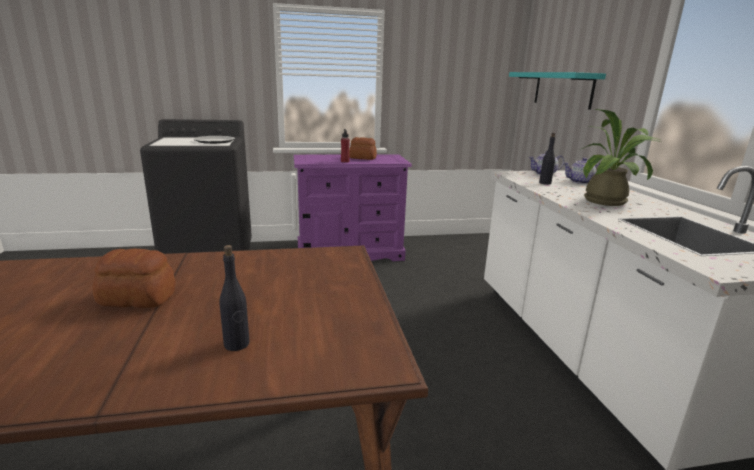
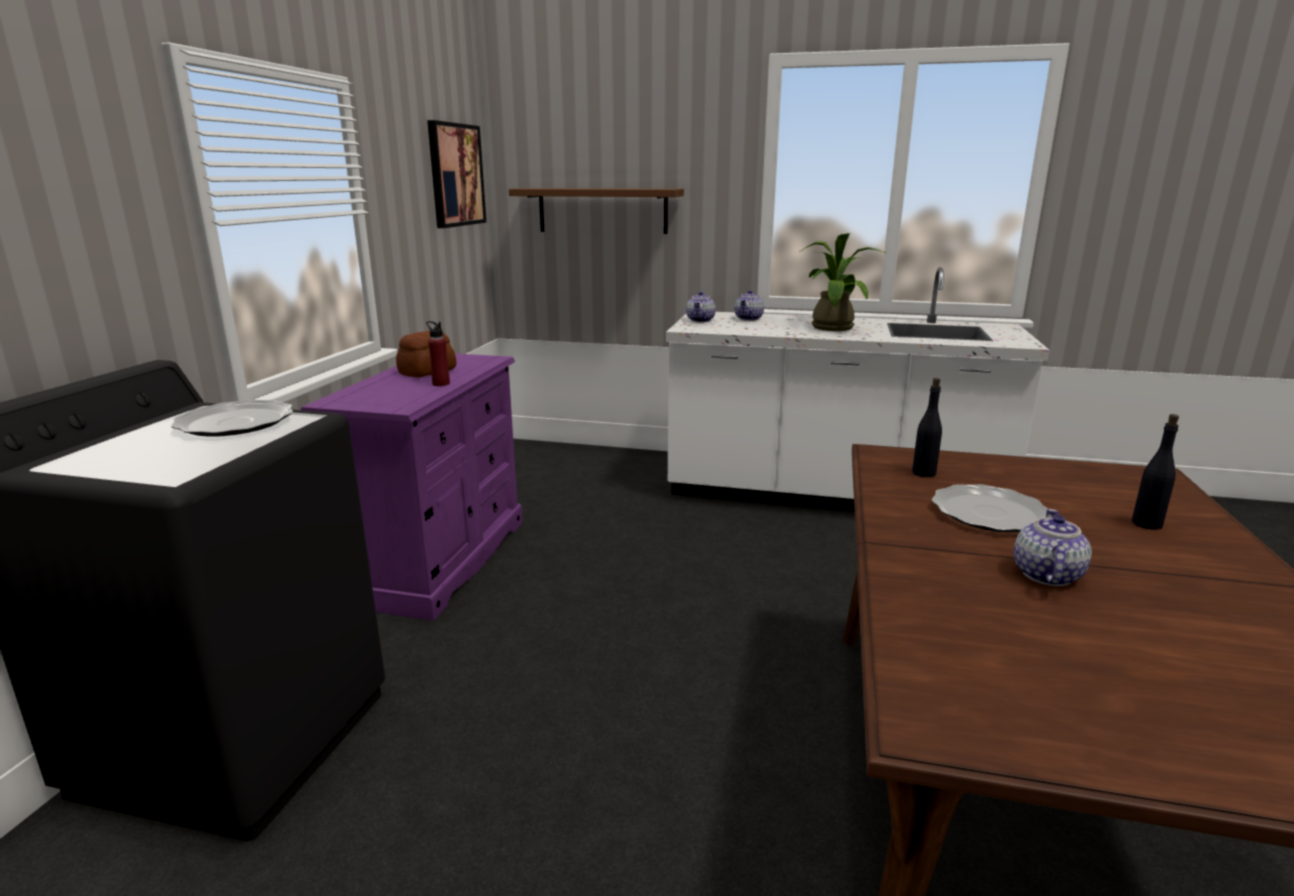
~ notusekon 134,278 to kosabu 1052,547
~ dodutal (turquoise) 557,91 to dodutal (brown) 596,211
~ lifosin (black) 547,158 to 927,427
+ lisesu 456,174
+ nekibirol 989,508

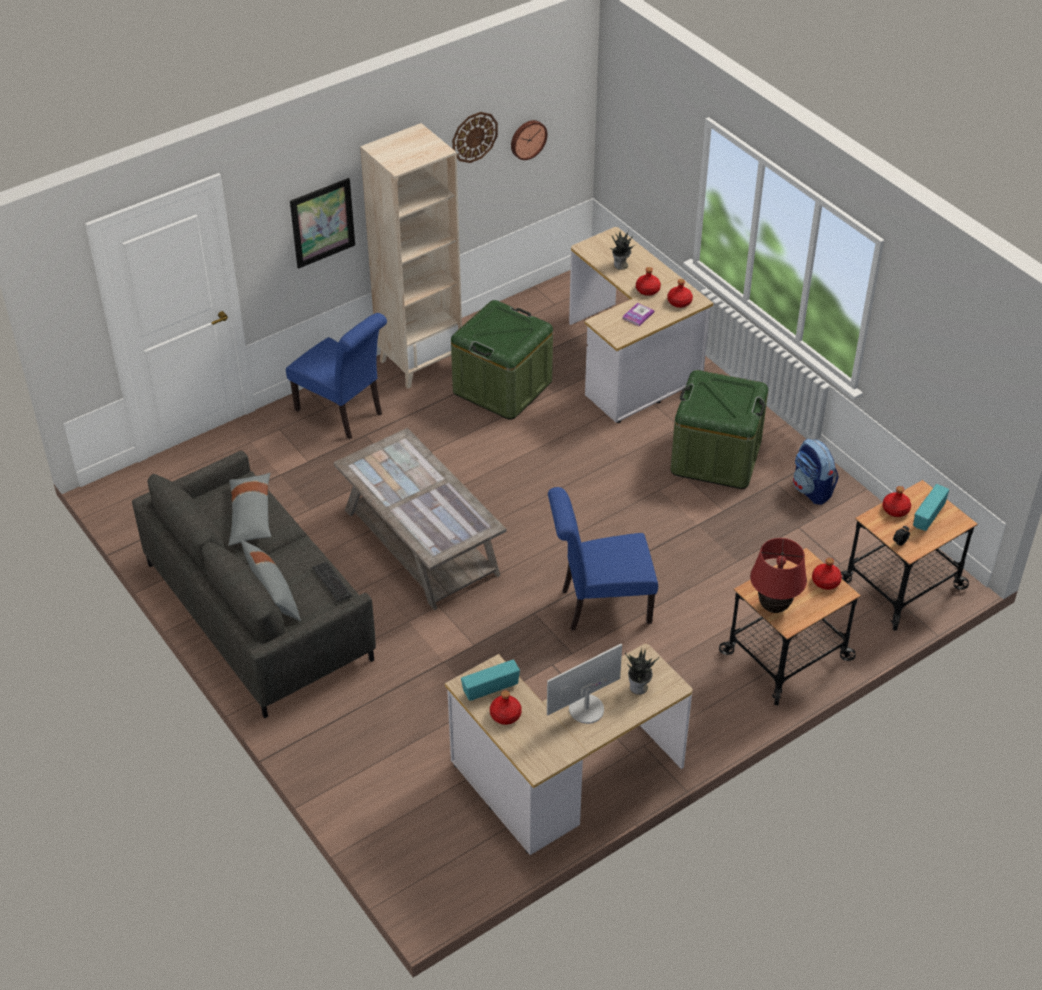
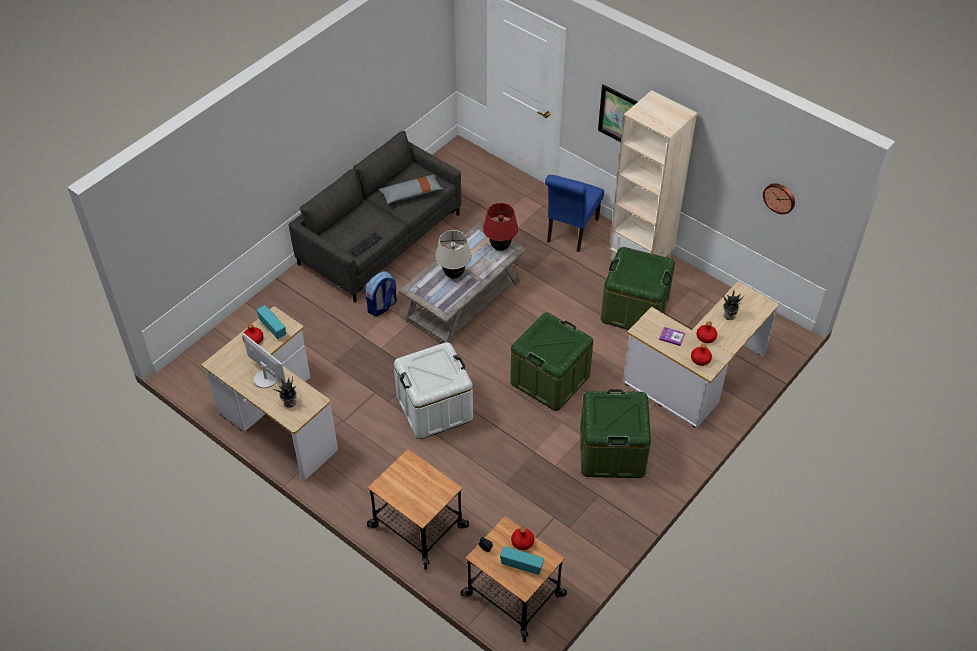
- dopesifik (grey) 271,580
- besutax 475,137
~ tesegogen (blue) 603,558 to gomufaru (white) 433,390
~ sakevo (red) 778,575 to 500,227
~ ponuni 816,471 to 381,293
- lifosin (red) 827,574
+ sakevo (beige) 453,254
+ gomufaru (green) 551,362

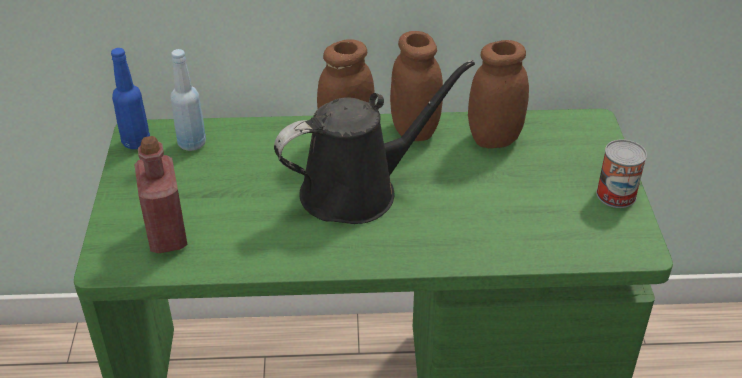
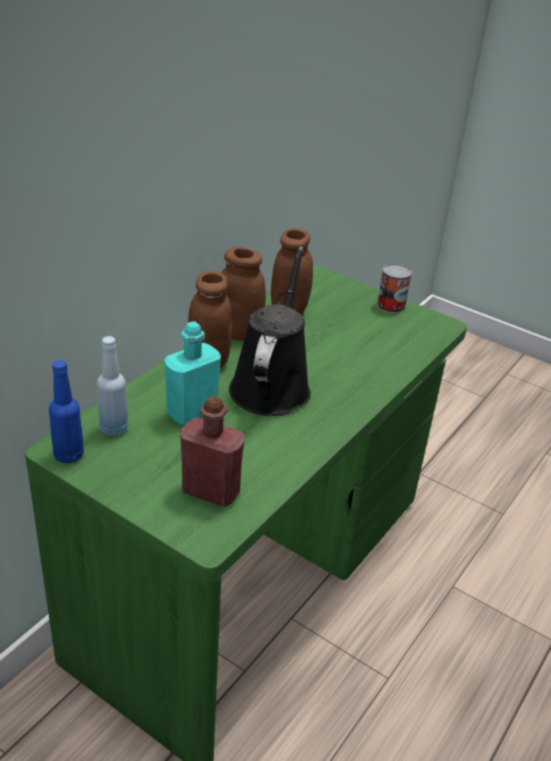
+ lifosin (turquoise) 192,373

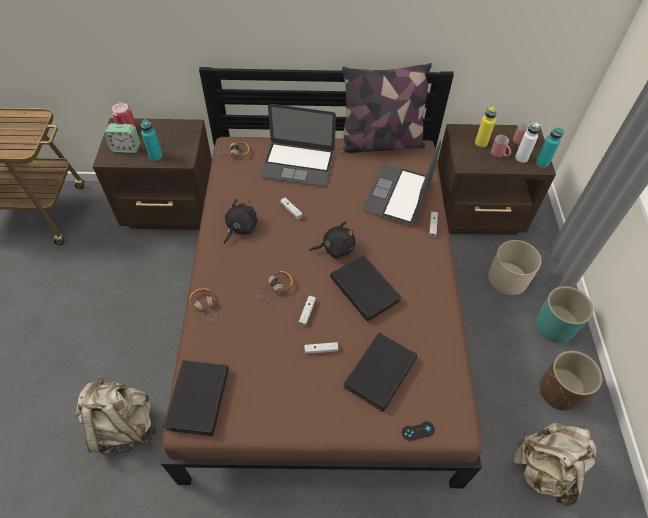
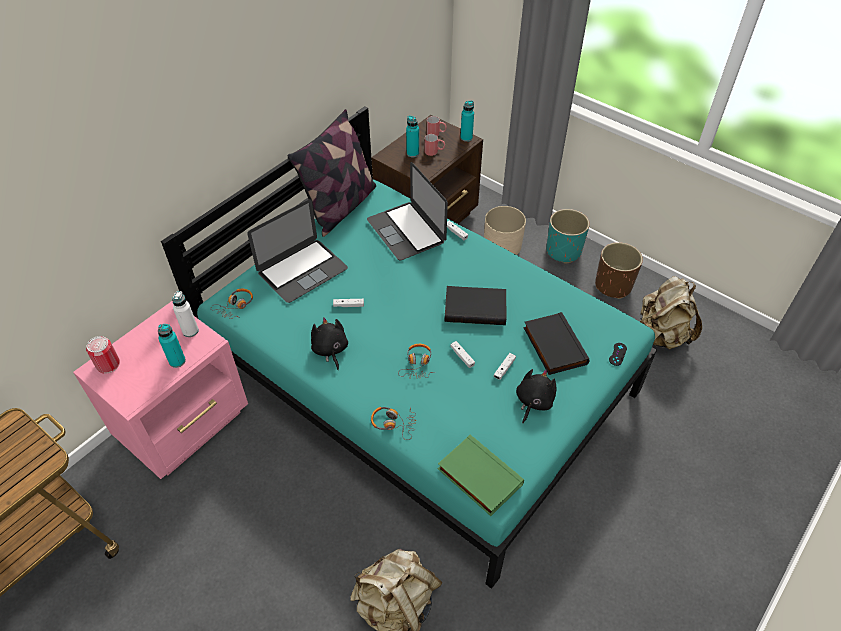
~ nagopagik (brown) 152,174 to nagopagik (pink) 160,390
- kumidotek 122,138
~ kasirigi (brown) 321,277 to kasirigi (turquoise) 409,347
~ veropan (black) 196,398 to veropan (green) 481,475
~ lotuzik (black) 332,240 to 536,396
~ lifosin (yellow) 486,127 to lifosin (turquoise) 412,136
~ lifosin (white) 528,142 to 185,314

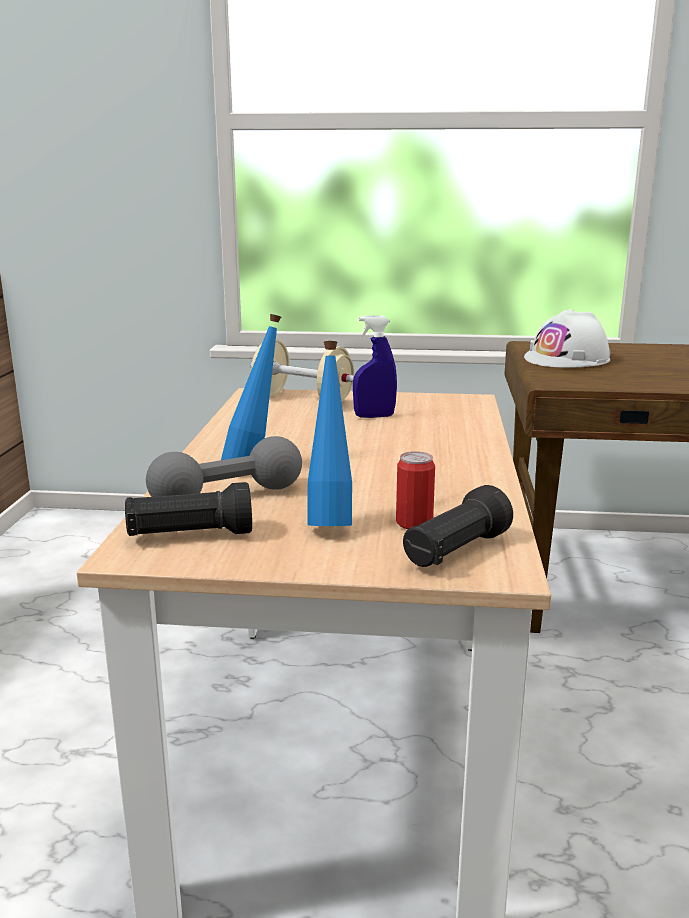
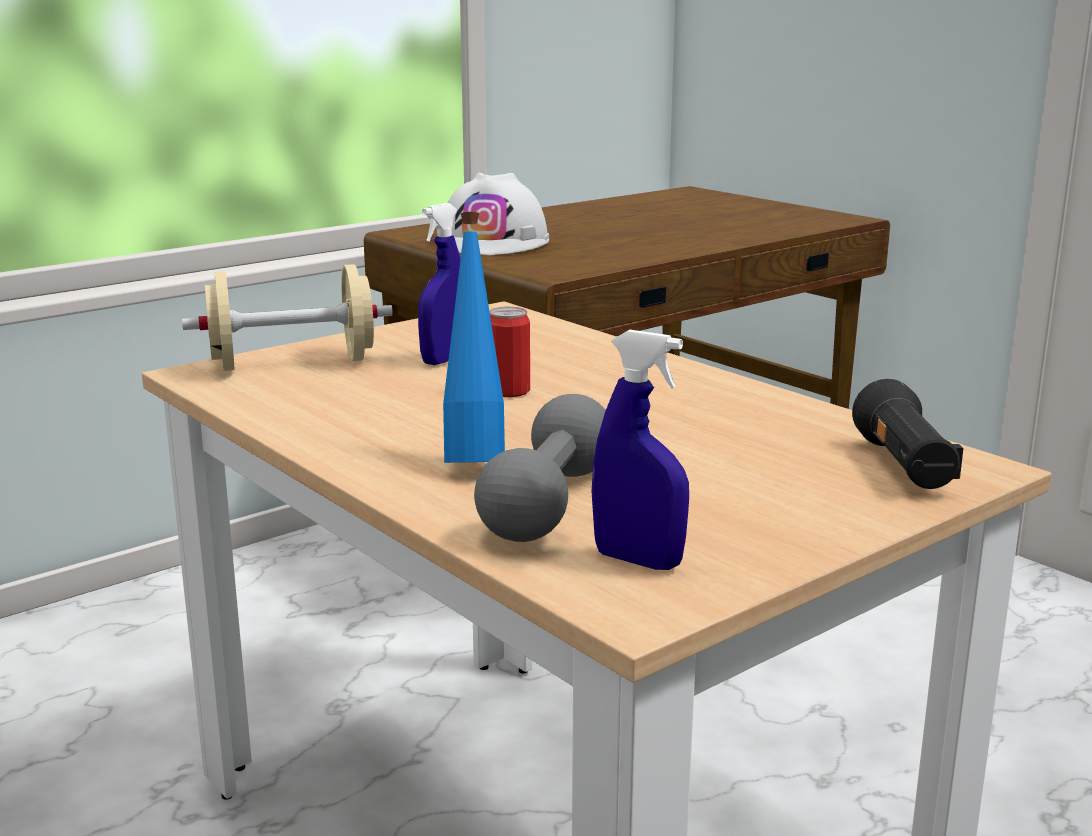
~ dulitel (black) 188,509 to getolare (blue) 640,450
- lifosin (blue) 329,433
~ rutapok 415,490 to 509,351

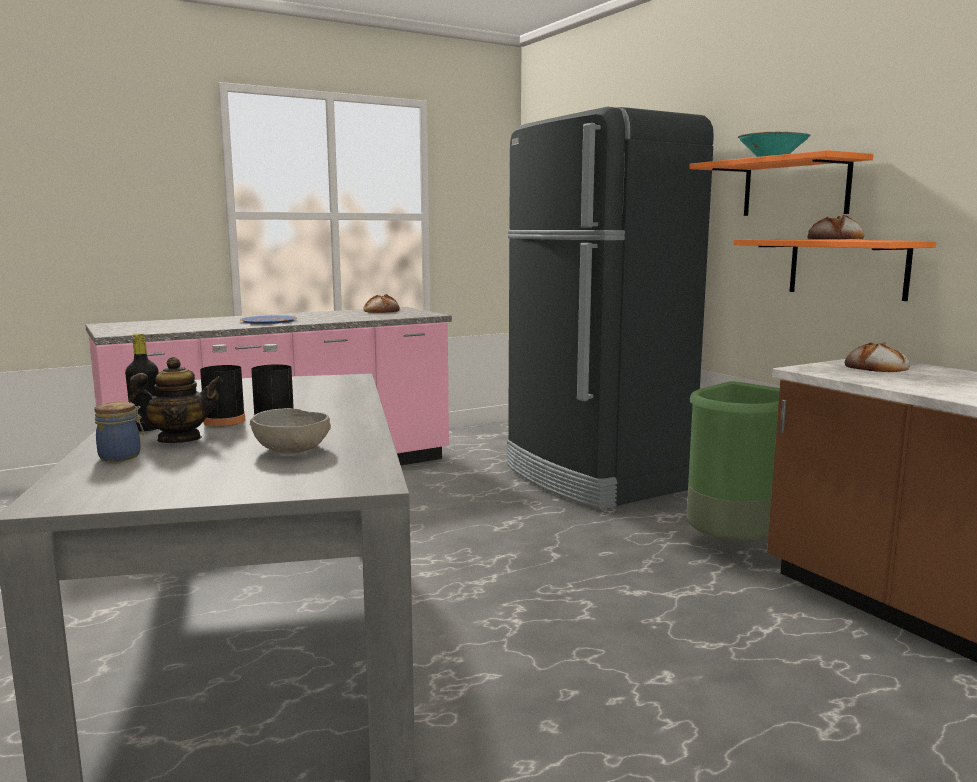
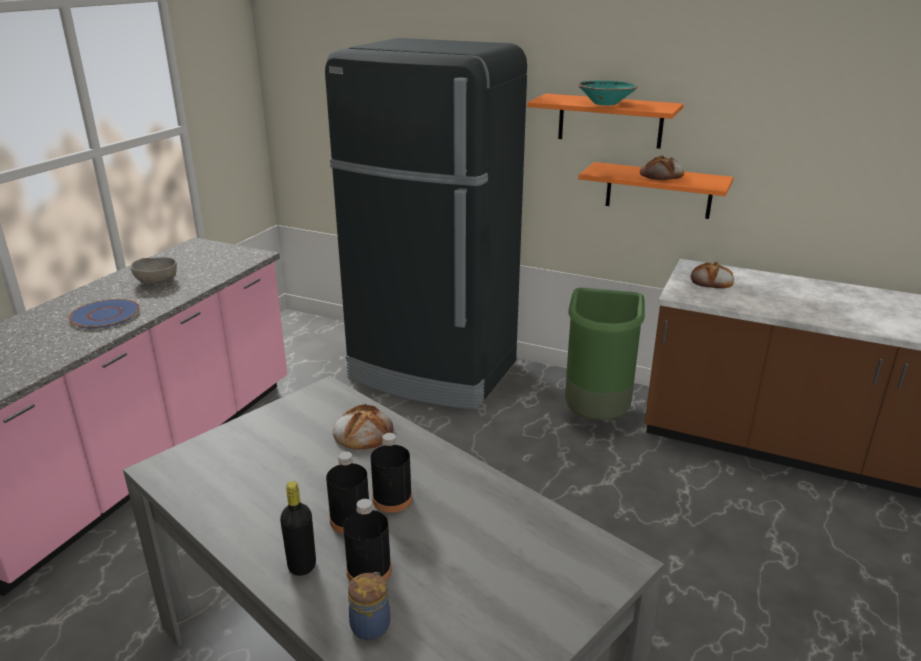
~ kosabu 176,400 to lifosin (black) 367,540
~ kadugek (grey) 290,431 to 154,270
~ notusekon 381,303 to 363,427

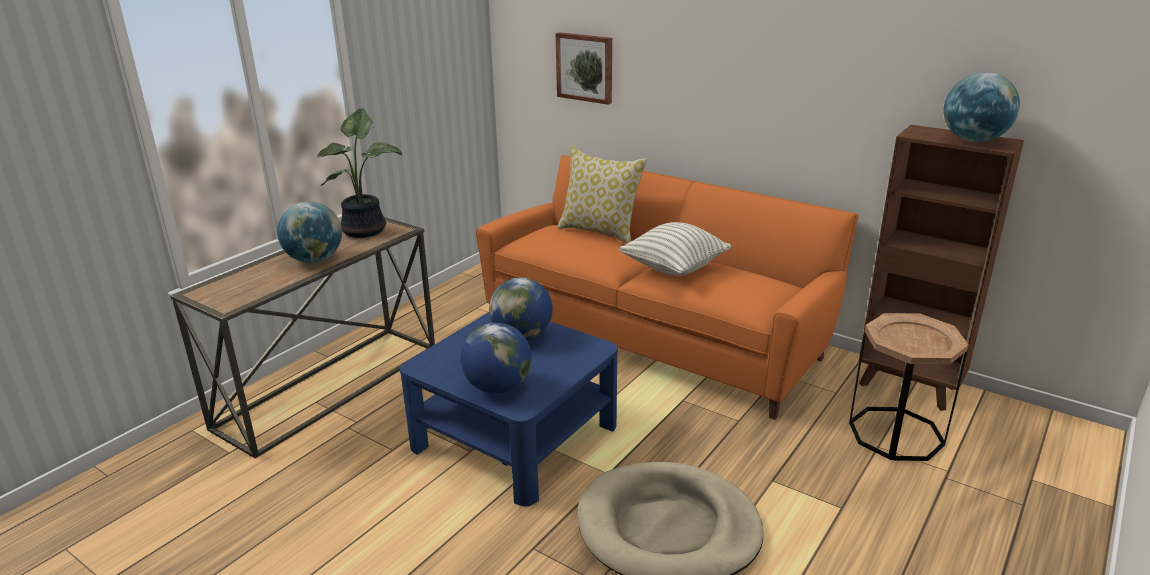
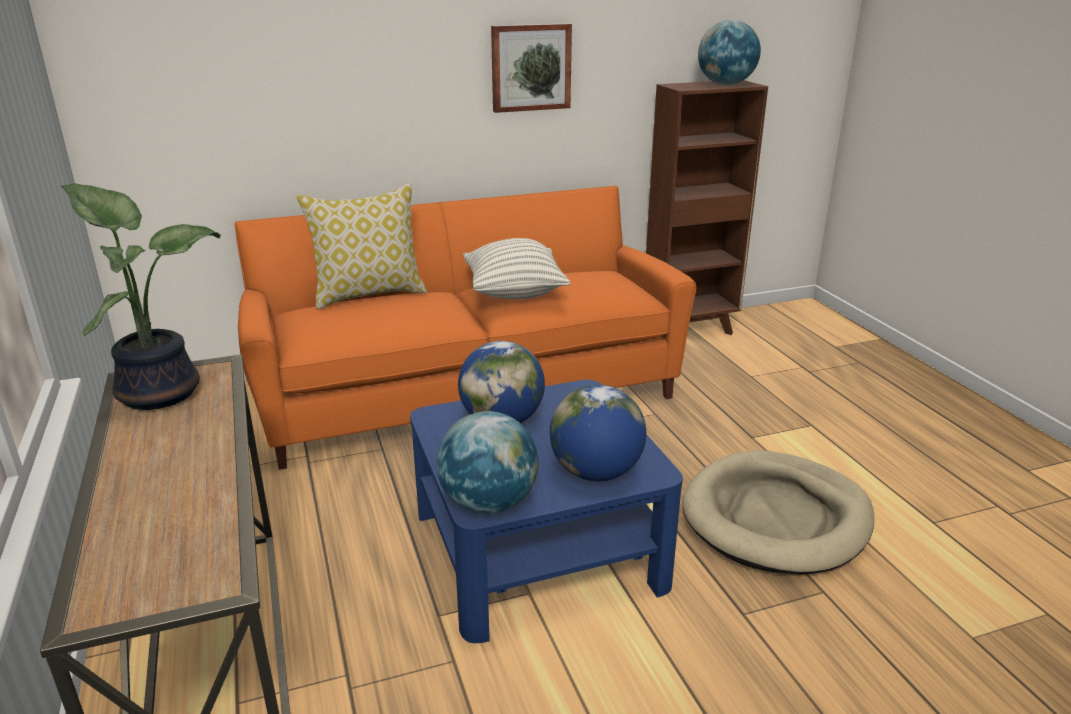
~ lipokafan 309,232 to 487,462
~ lisesu 584,68 to 531,68
- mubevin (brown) 909,387

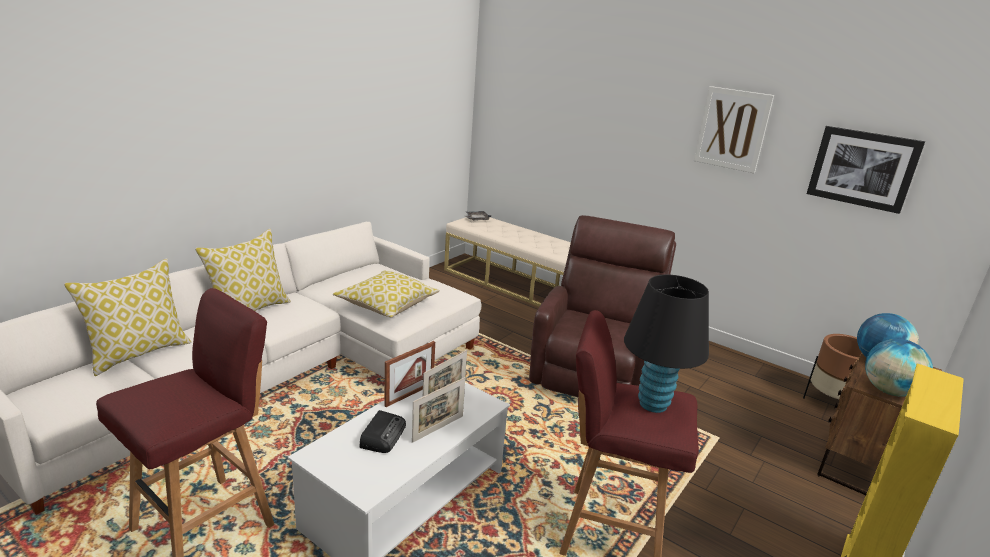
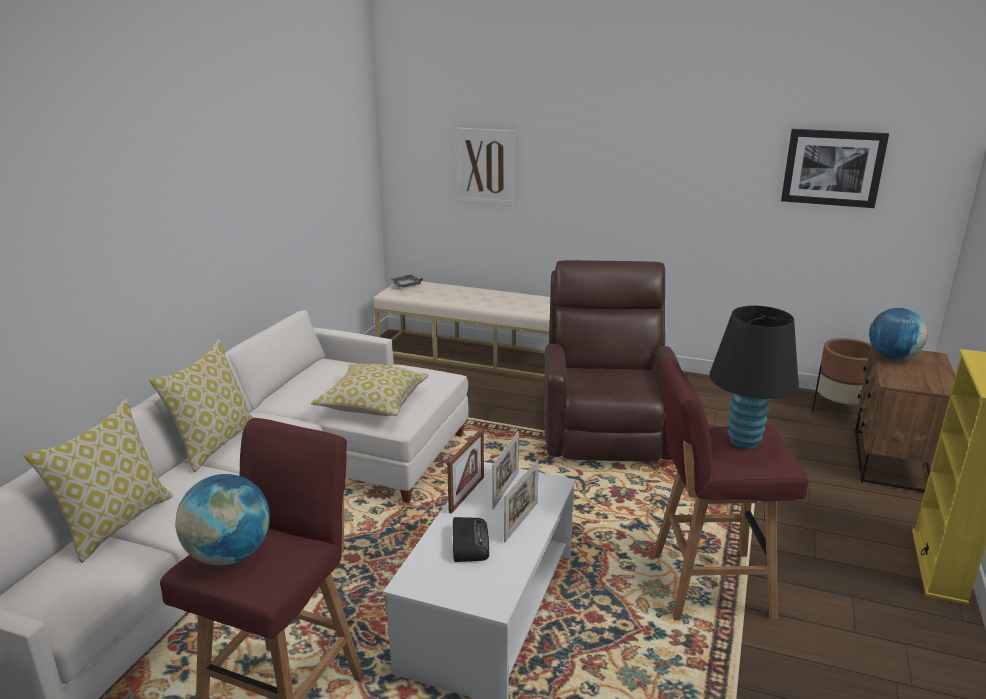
~ lisesu 734,129 to 485,167
~ lipokafan 899,368 to 222,520

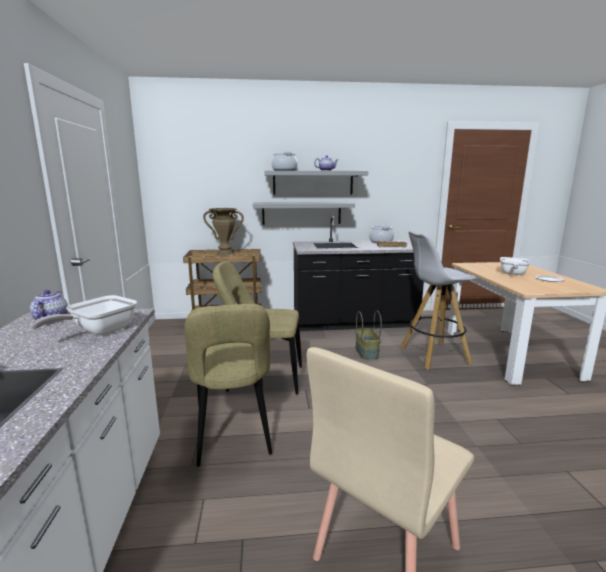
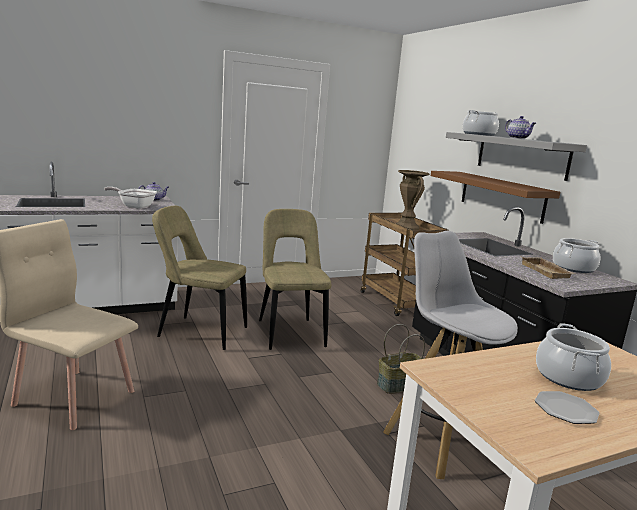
~ tesegogen (beige) 228,385 = 199,278 45 degrees clockwise
~ dodutal (grey) 304,213 to dodutal (brown) 495,197
~ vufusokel 515,266 to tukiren 573,357

